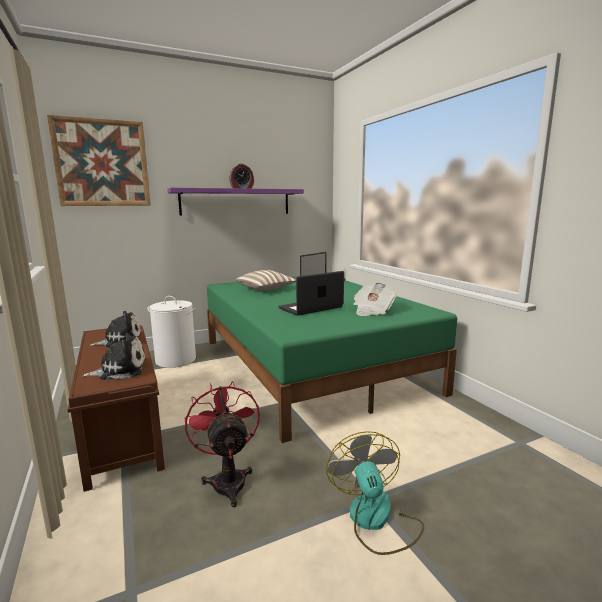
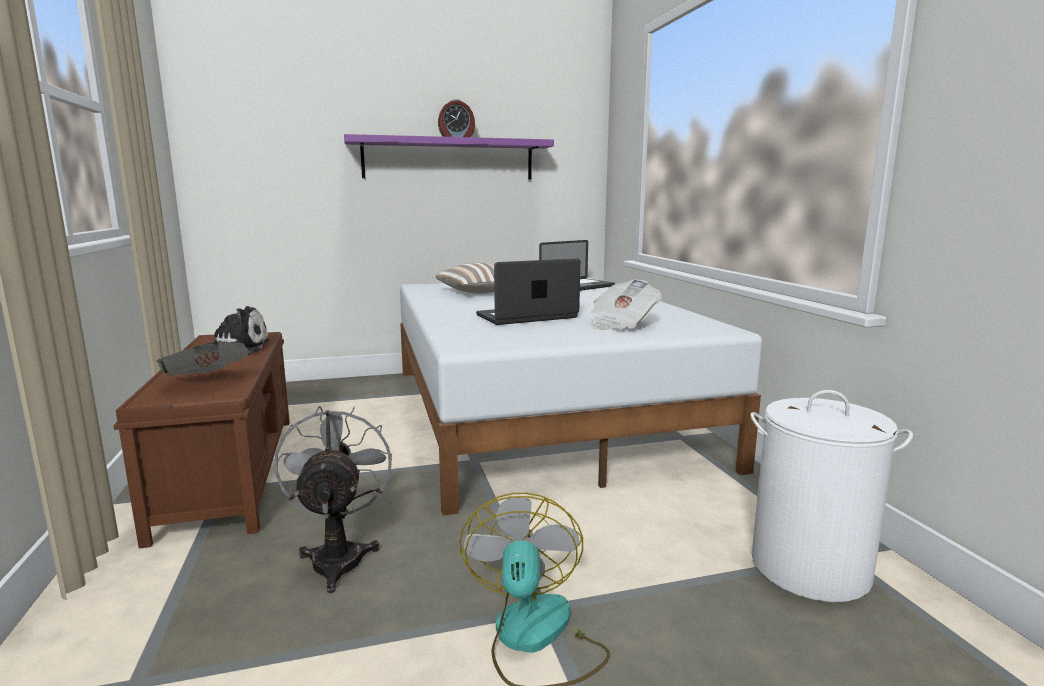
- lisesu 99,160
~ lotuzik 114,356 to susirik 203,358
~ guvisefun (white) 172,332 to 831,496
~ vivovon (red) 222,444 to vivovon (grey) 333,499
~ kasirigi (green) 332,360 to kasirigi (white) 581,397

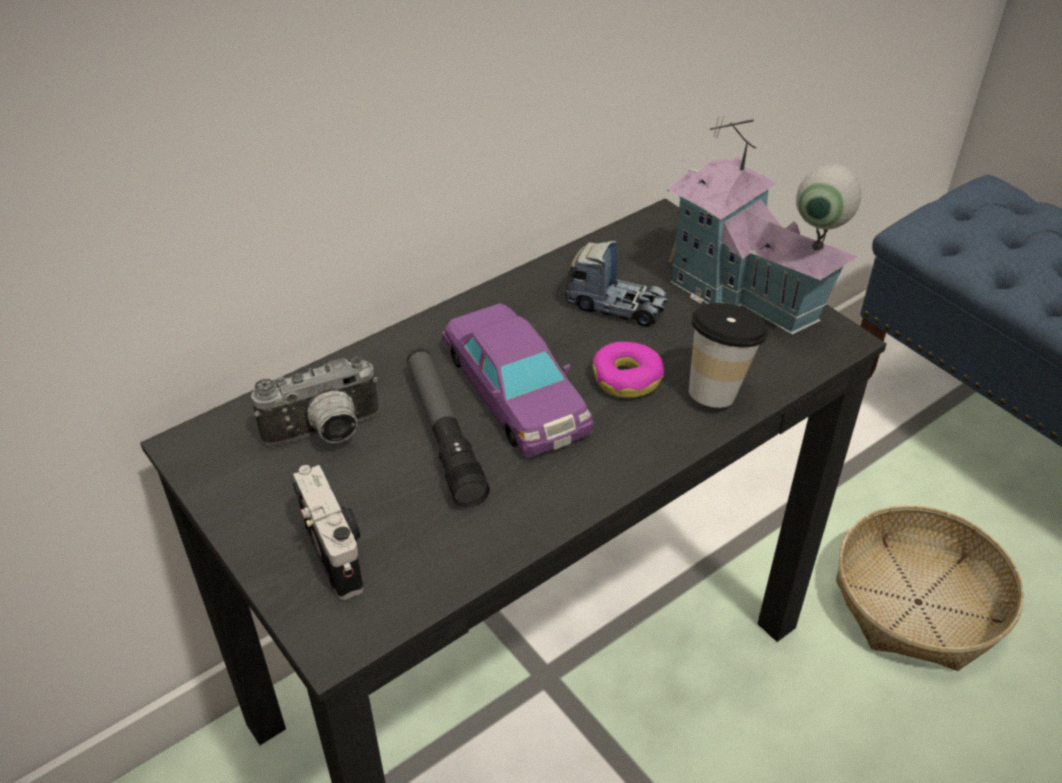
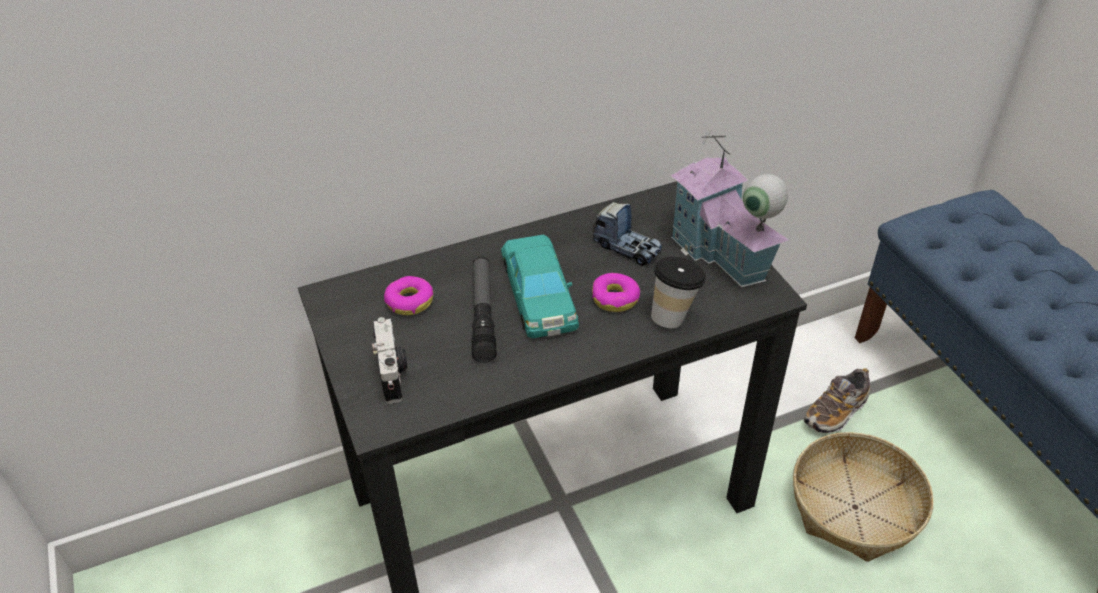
~ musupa 315,402 to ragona 408,295
~ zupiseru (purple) 518,380 to zupiseru (turquoise) 540,286
+ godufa 837,400

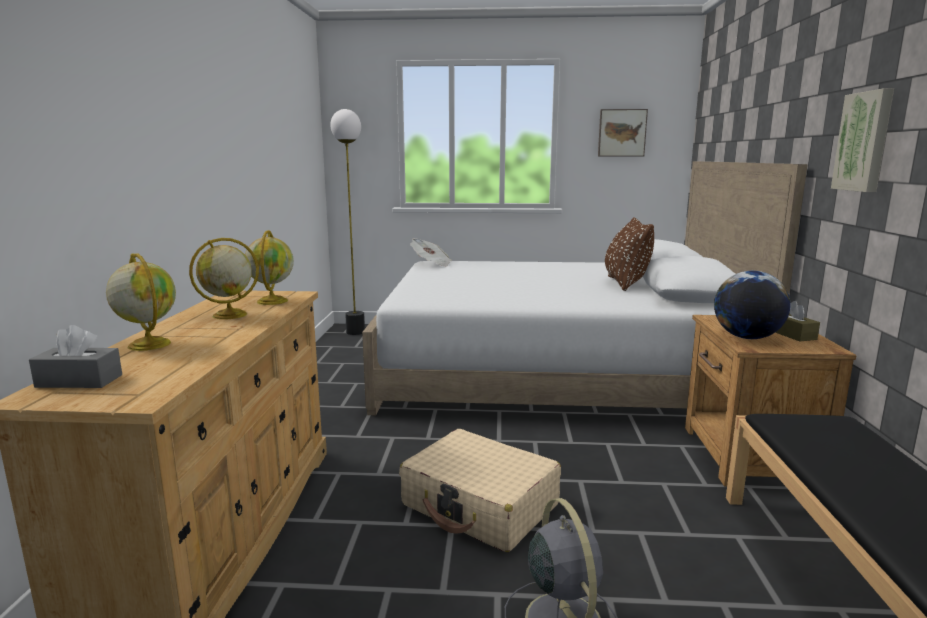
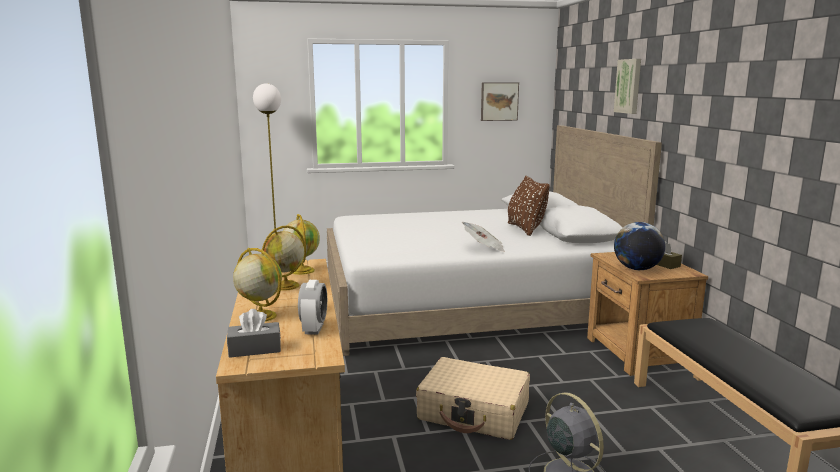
~ susirik 431,252 to 483,237
~ lisesu 862,140 to 627,86
+ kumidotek 312,307

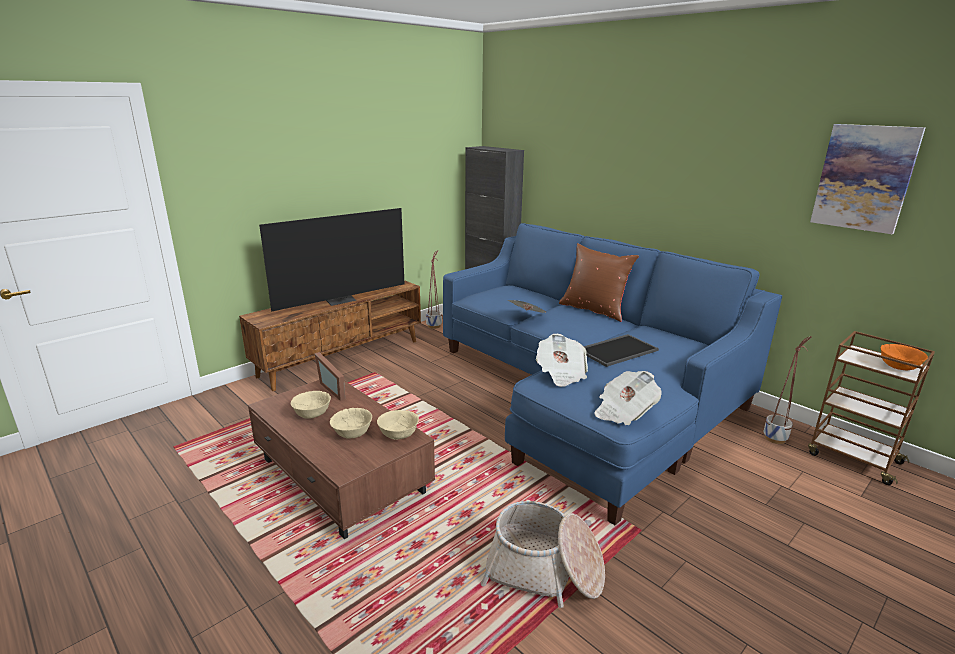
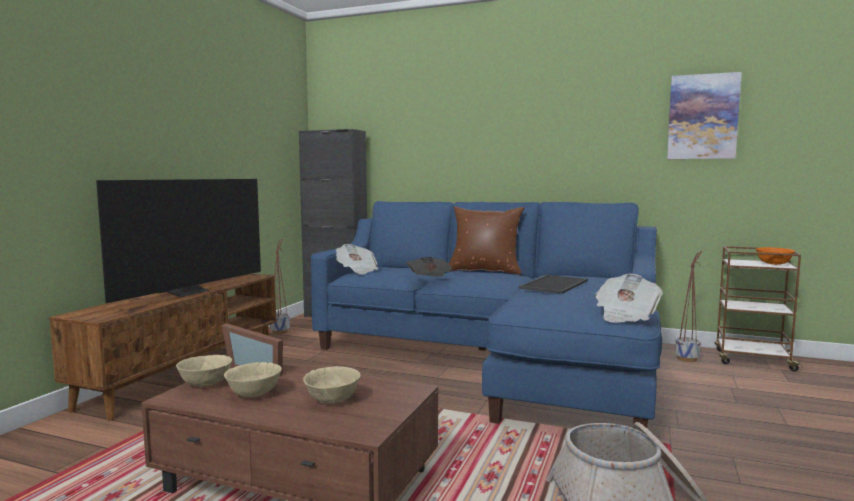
~ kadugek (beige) 398,425 to 204,370
~ susirik 562,360 to 357,259

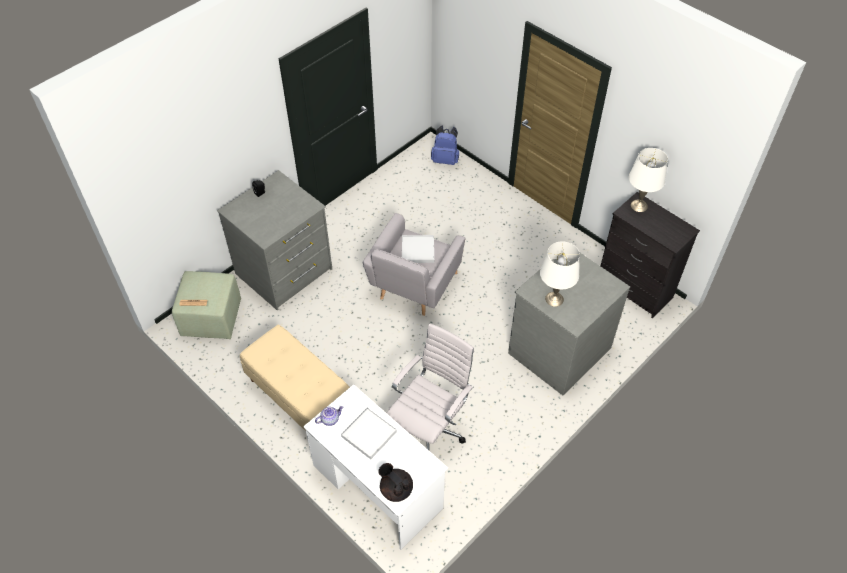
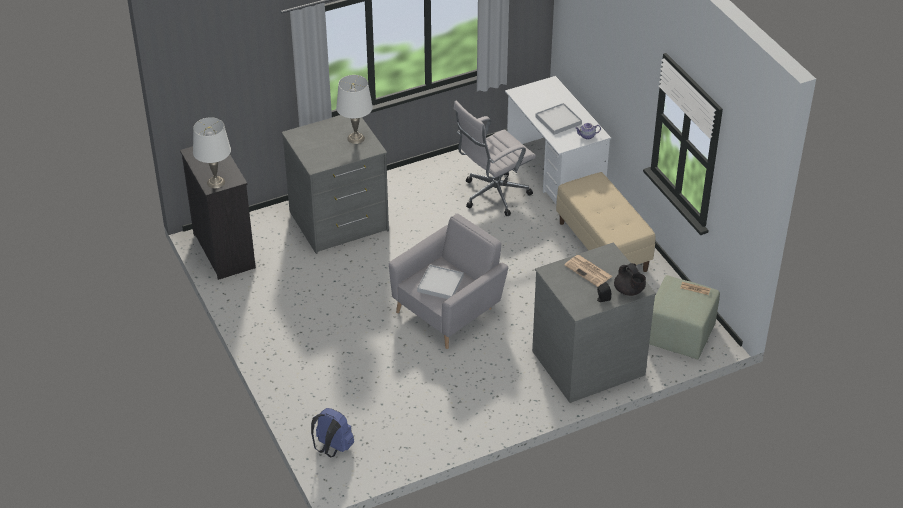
~ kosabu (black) 395,482 to 630,279
+ susirik 588,271

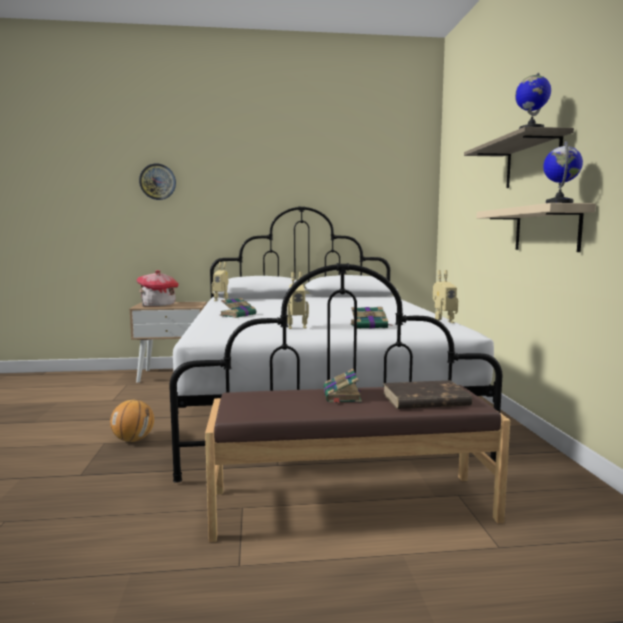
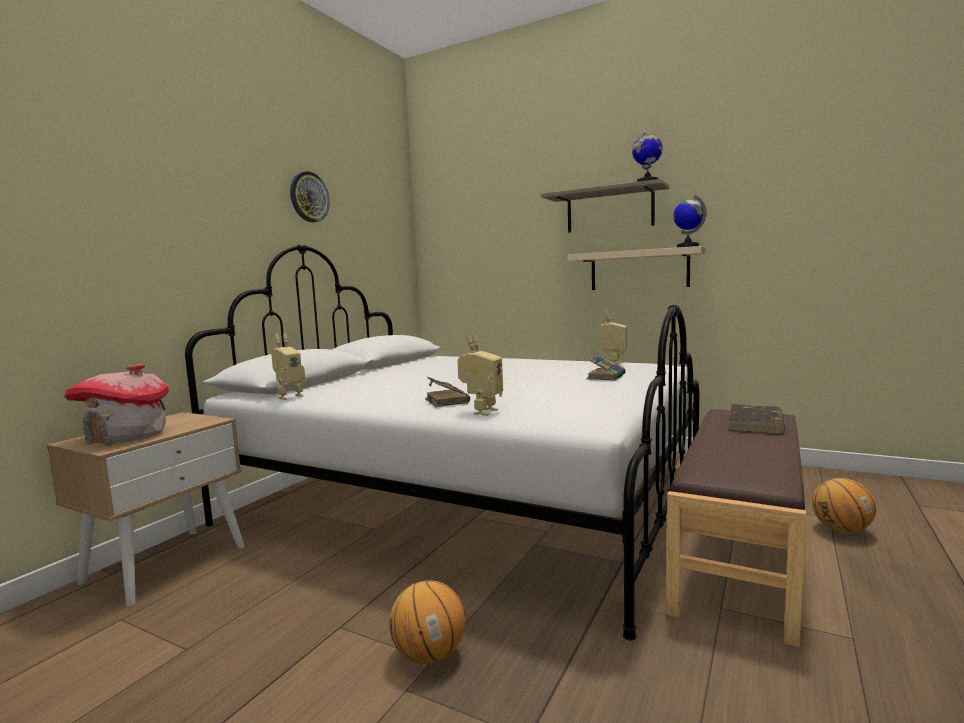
~ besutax 157,181 to 310,196
~ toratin 298,300 to 480,375
- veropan 343,386
+ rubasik 844,505

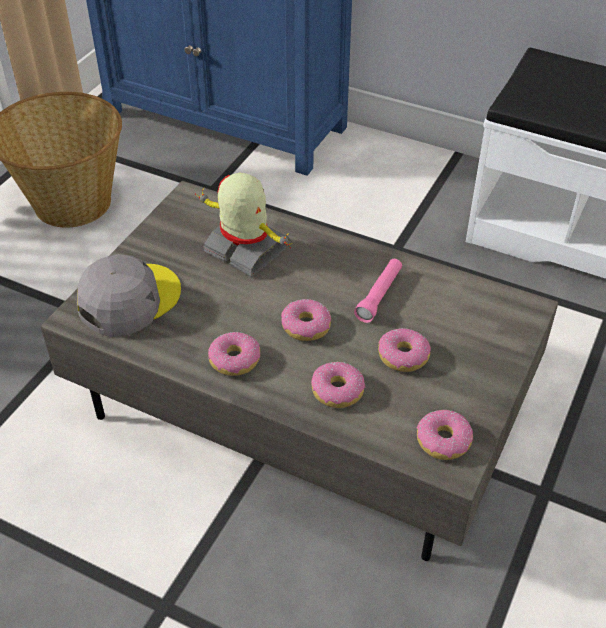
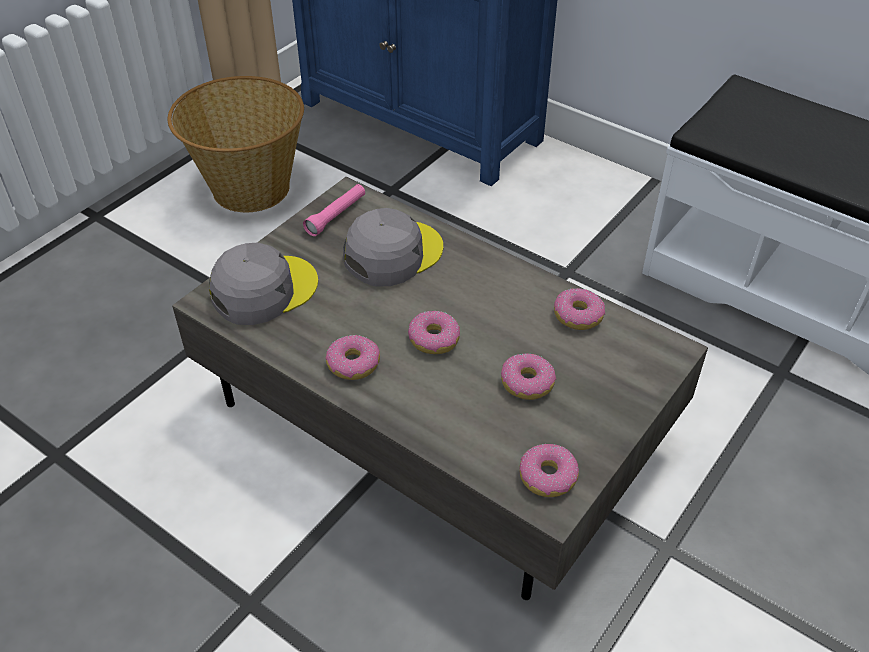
~ toratin 243,225 to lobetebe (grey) 393,247
~ ragona 338,385 to 579,309
~ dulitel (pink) 378,291 to 334,210

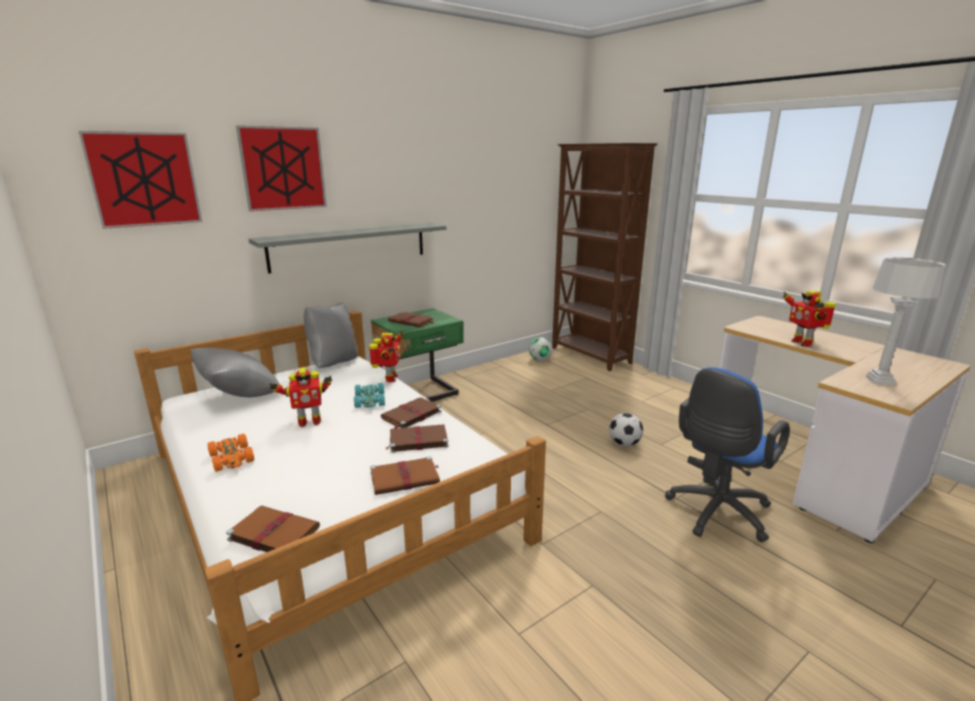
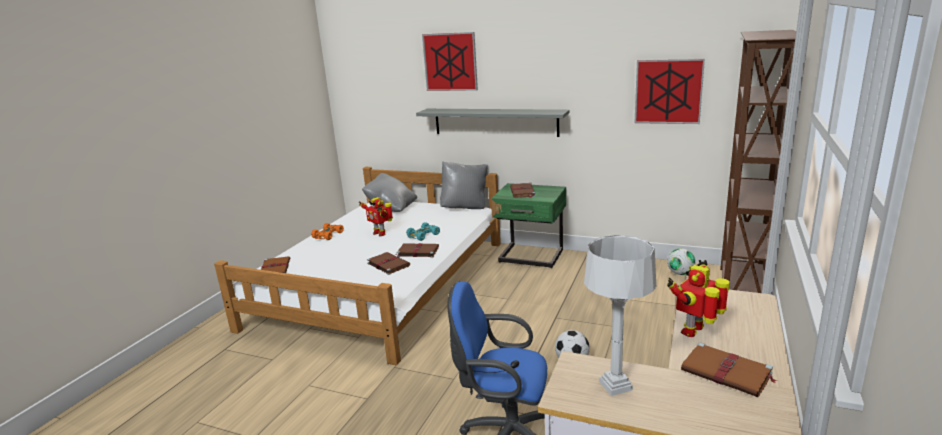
~ lisesu 140,180 to 670,91
- toratin 386,356
~ veropan (brown) 405,475 to 729,369

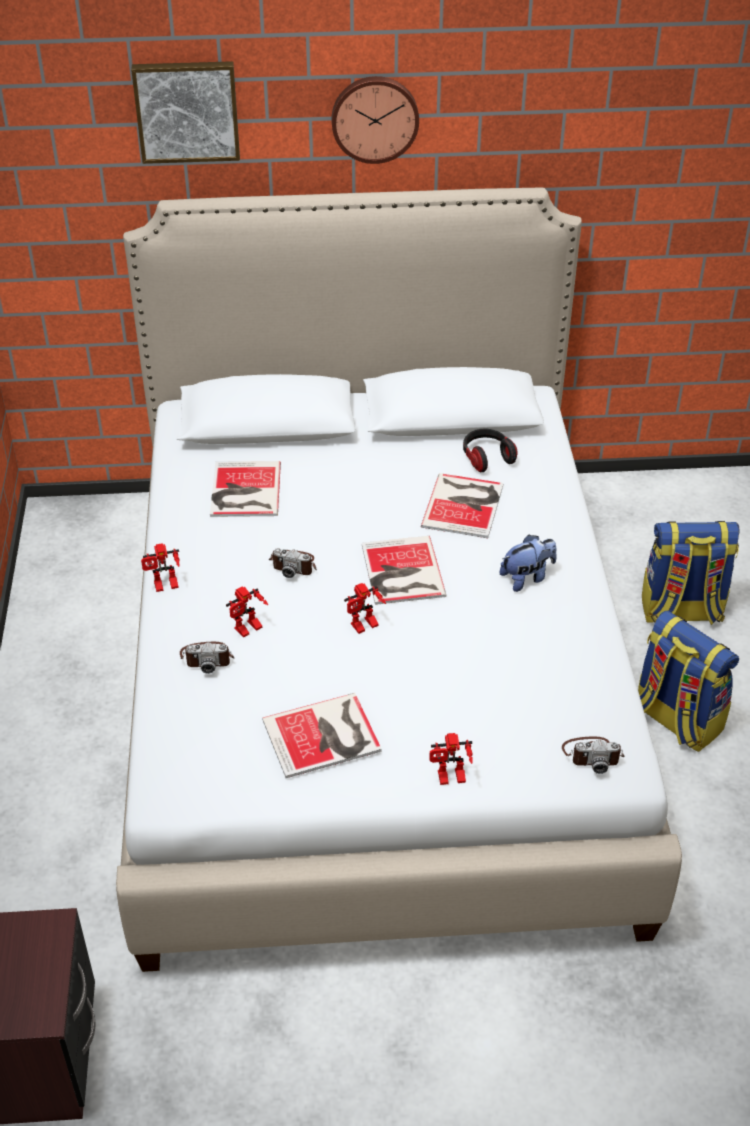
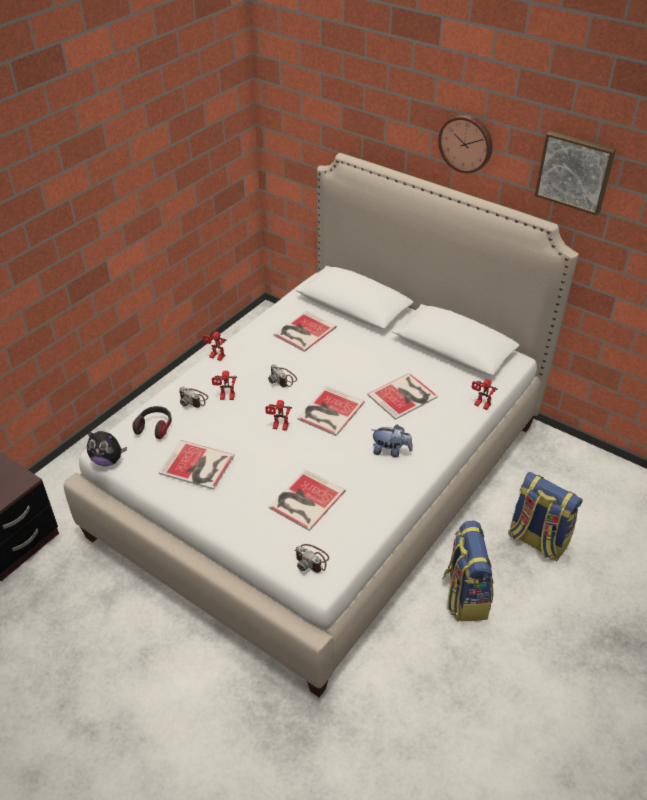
~ lisesu 185,112 to 575,173
~ toratin 451,759 to 484,394
~ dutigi 490,450 to 152,422
+ lotuzik 107,448
+ veropan 307,500

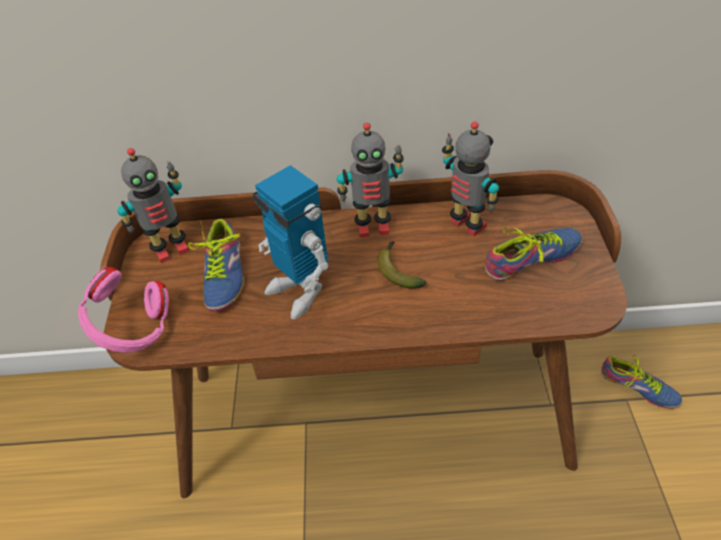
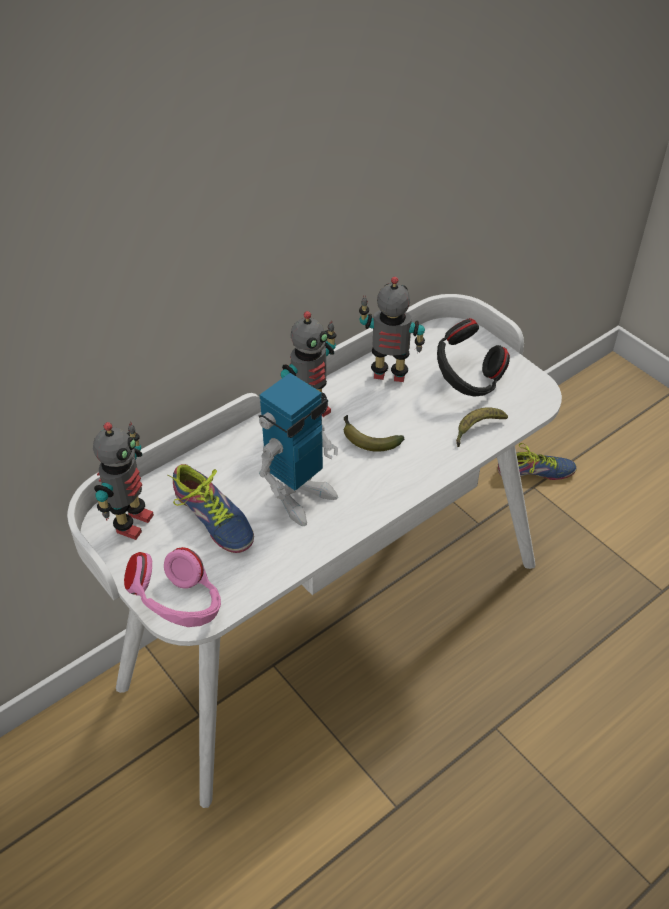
~ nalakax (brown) 363,334 to nalakax (white) 314,551
~ toratin 290,242 = 298,449 60 degrees counterclockwise
~ godufa 534,254 to dutigi (black) 473,357
+ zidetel 482,427

